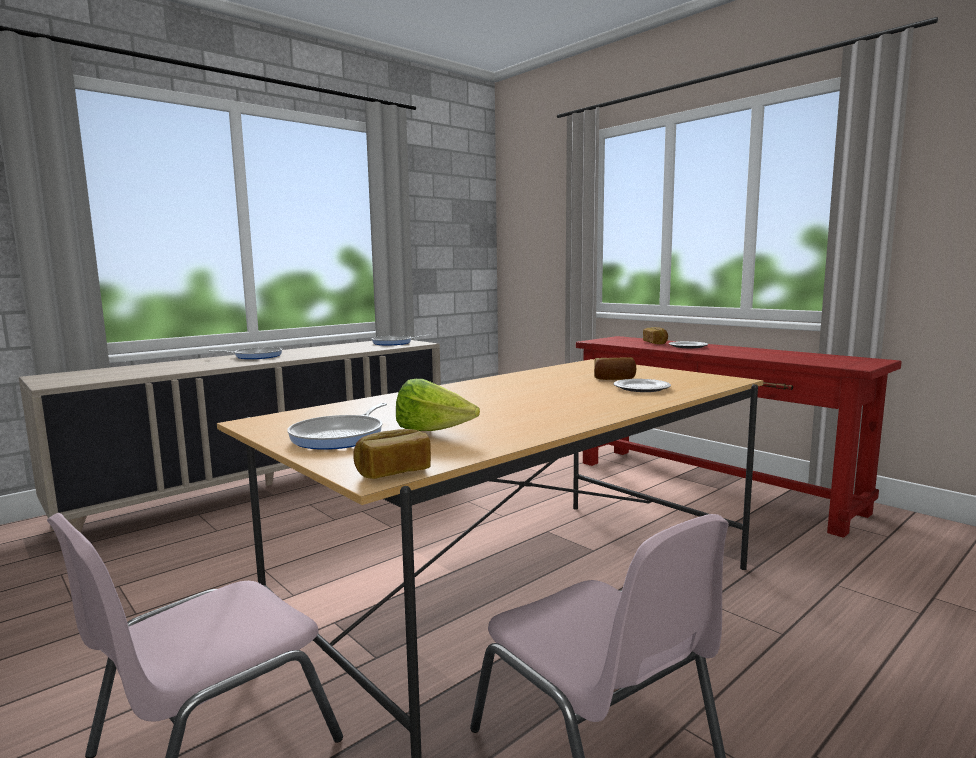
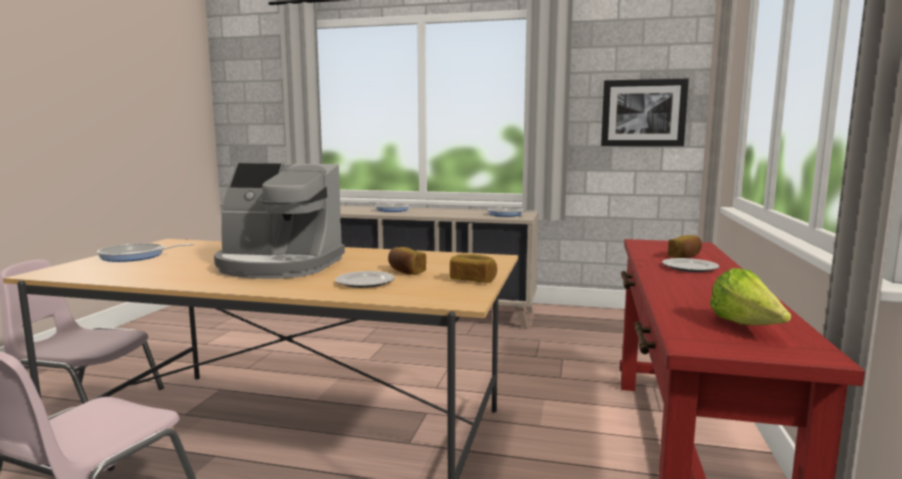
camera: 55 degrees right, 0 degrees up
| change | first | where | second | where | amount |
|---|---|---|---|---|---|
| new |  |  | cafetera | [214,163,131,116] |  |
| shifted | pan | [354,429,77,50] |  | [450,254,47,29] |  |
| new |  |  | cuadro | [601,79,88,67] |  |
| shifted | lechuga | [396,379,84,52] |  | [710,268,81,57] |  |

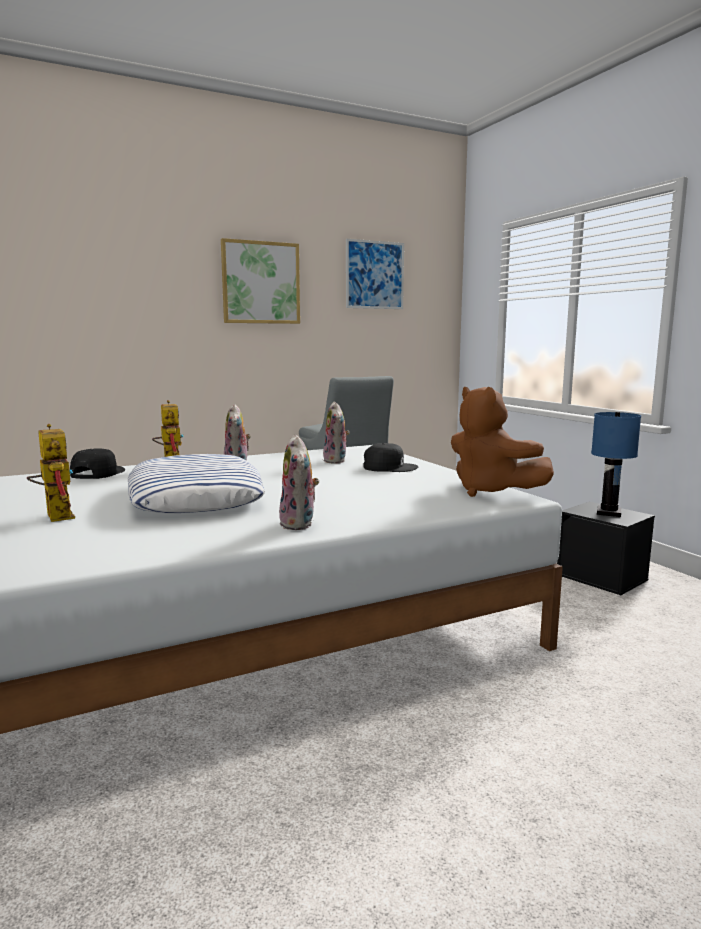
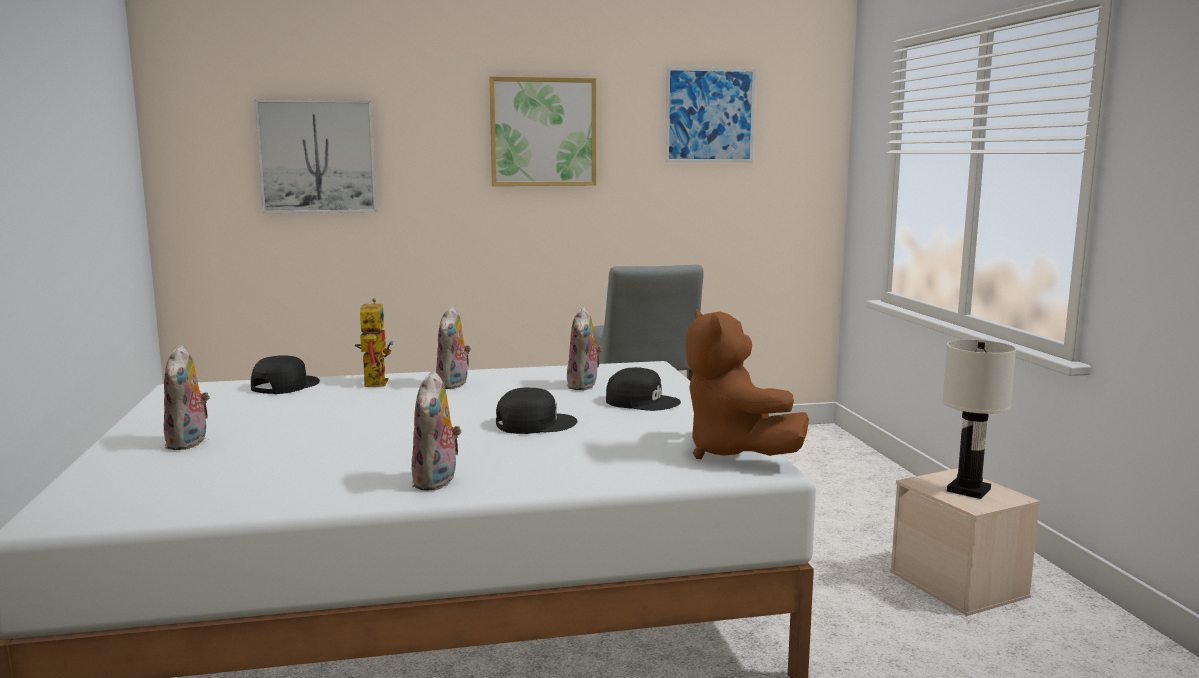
camera: 15 degrees right, 0 degrees up
| change | first | where | second | where | amount |
|---|---|---|---|---|---|
| swapped | robot de juguete | [27,424,48,98] | peluche | [164,345,46,105] |  |
| new |  |  | cuadro | [254,99,123,114] |  |
| new |  |  | gorra (negro) | [496,388,81,46] |  |
| repainted | caja de almacenaje (negro) | [557,502,98,93] | caja de almacenaje (beis) | [890,468,150,148] |  |
| repainted | lámpara de mesa (azul) | [591,412,50,105] | lámpara de mesa (blanco) | [942,340,74,159] |  |
| gone | cojín | [128,454,137,59] |  |  |  |

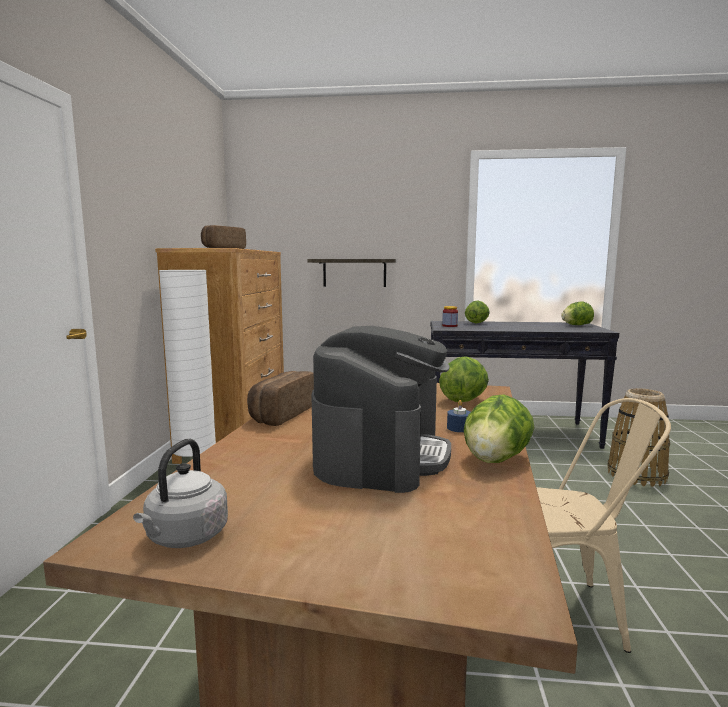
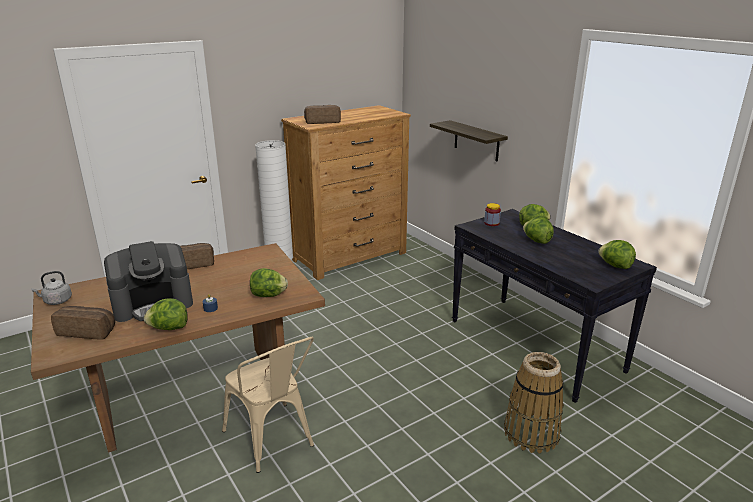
camera: 50 degrees right, 15 degrees up
| change | first | where | second | where | amount |
|---|---|---|---|---|---|
| new |  |  | pan | [51,306,64,34] |  |
| new |  |  | lechuga | [523,217,31,27] |  |

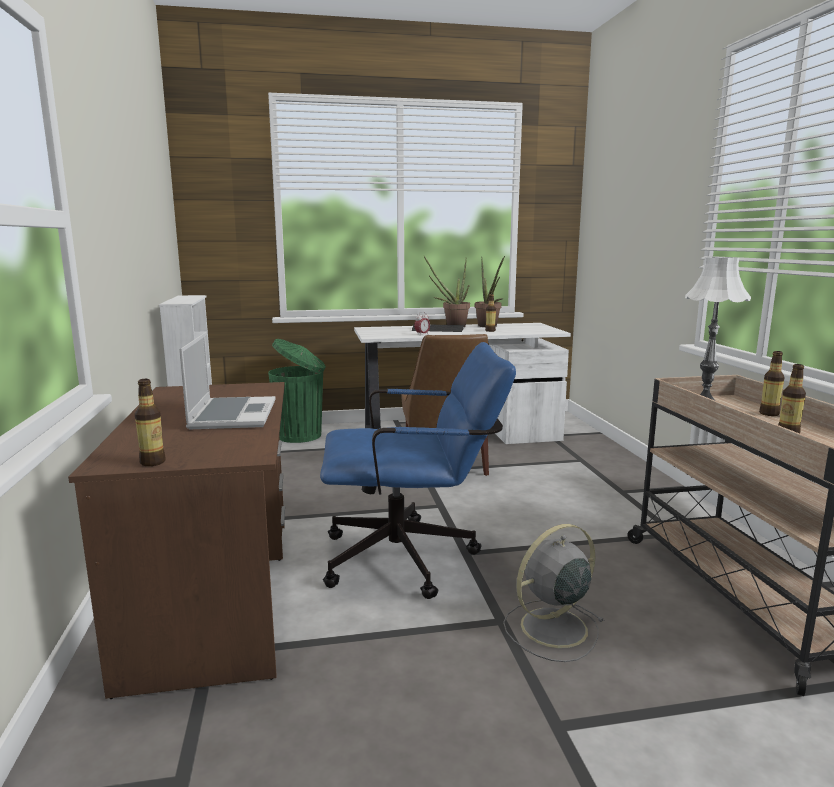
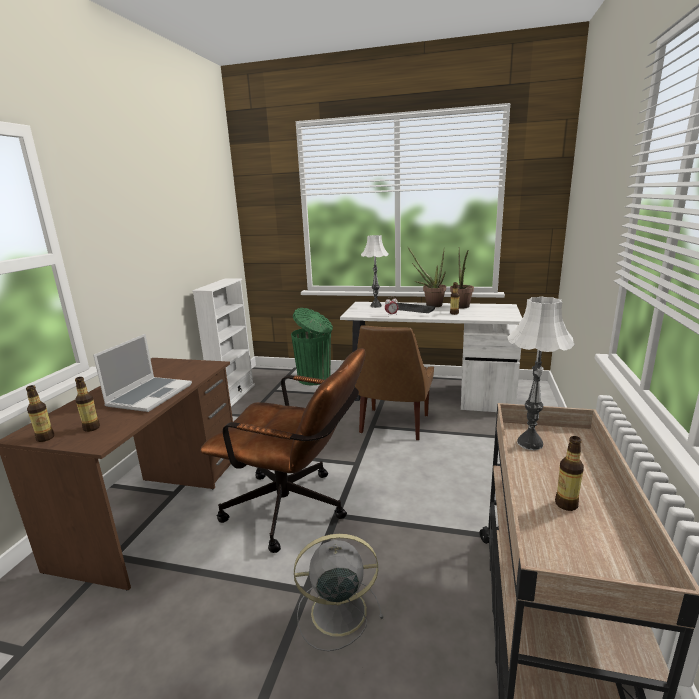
camera: 25 degrees right, 5 degrees up
| change | first | where | second | where | amount |
|---|---|---|---|---|---|
| shifted | botella | [759,351,26,65] |  | [75,377,25,55] |  |
| repainted | silla de oficina (azul) | [320,342,196,257] | silla de oficina (marrón) | [200,348,165,205] |  |
| new |  |  | lámpara de mesa (blanco) | [361,235,28,73] |  |

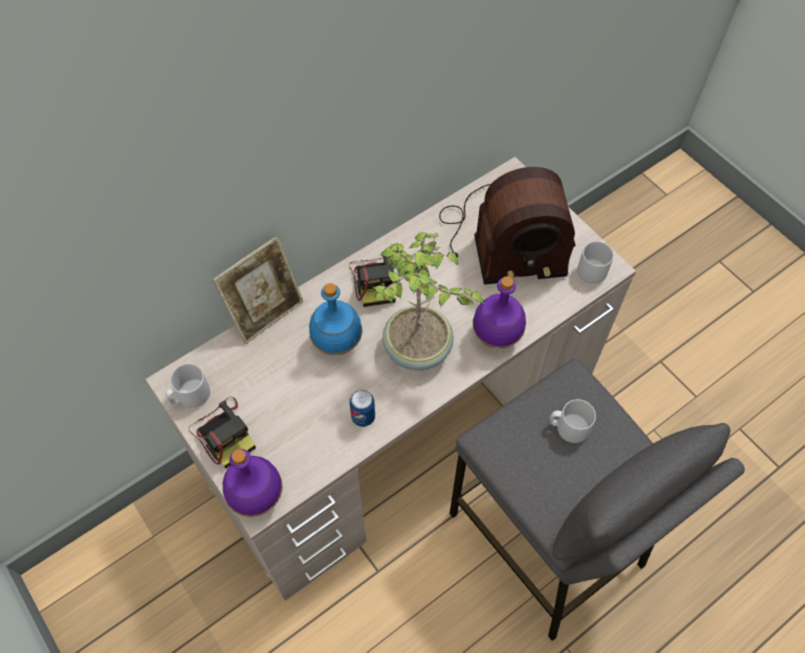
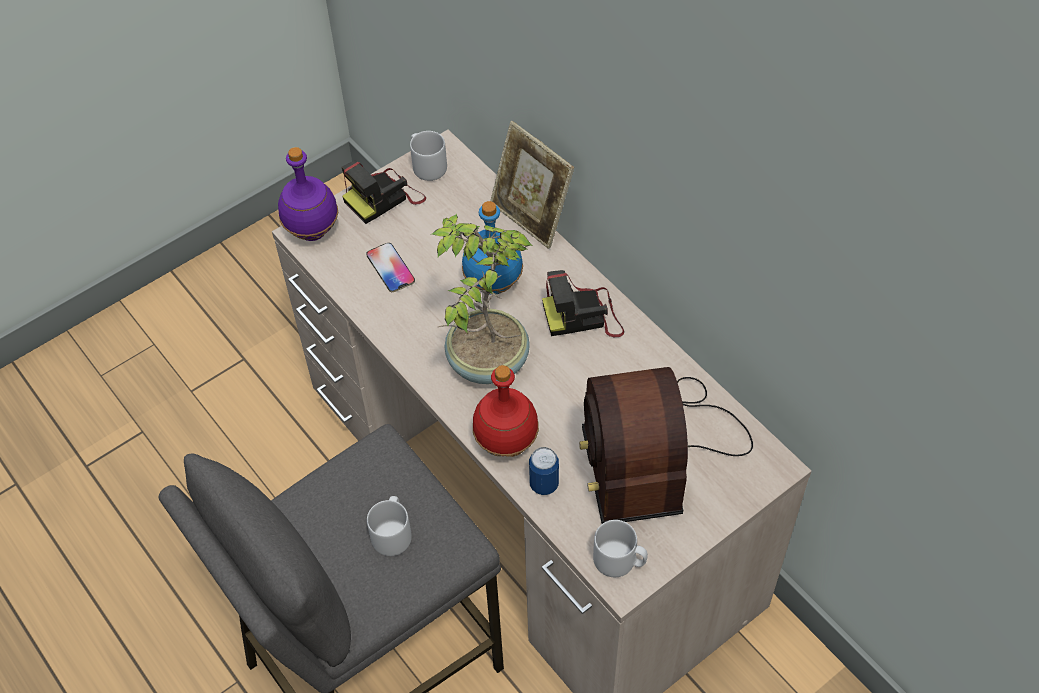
camera: 90 degrees right, 5 degrees down
| change | first | where | second | where | amount |
|---|---|---|---|---|---|
| new |  |  | móvil | [366,243,49,49] |  |
| repainted | botella (morado) | [473,276,53,73] | botella (rojo) | [473,365,66,92] |  |
| shifted | lata | [350,390,25,37] |  | [529,447,30,48] |  |

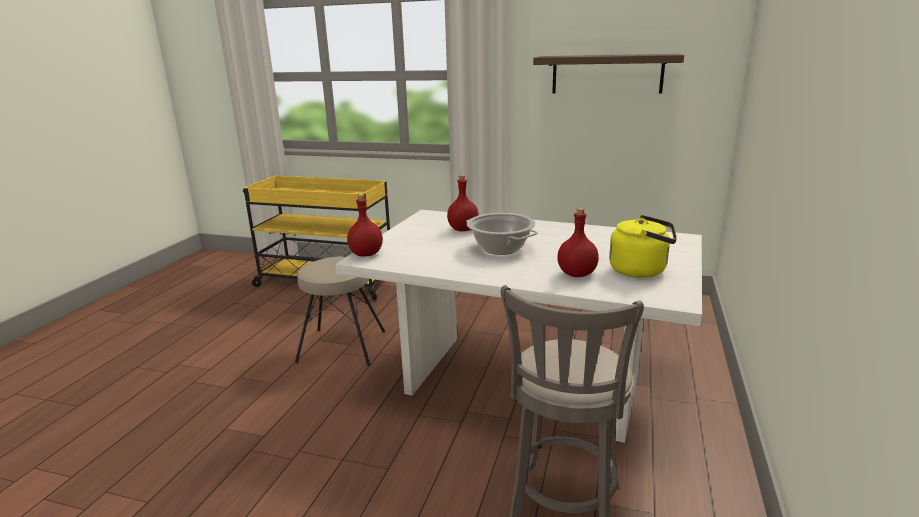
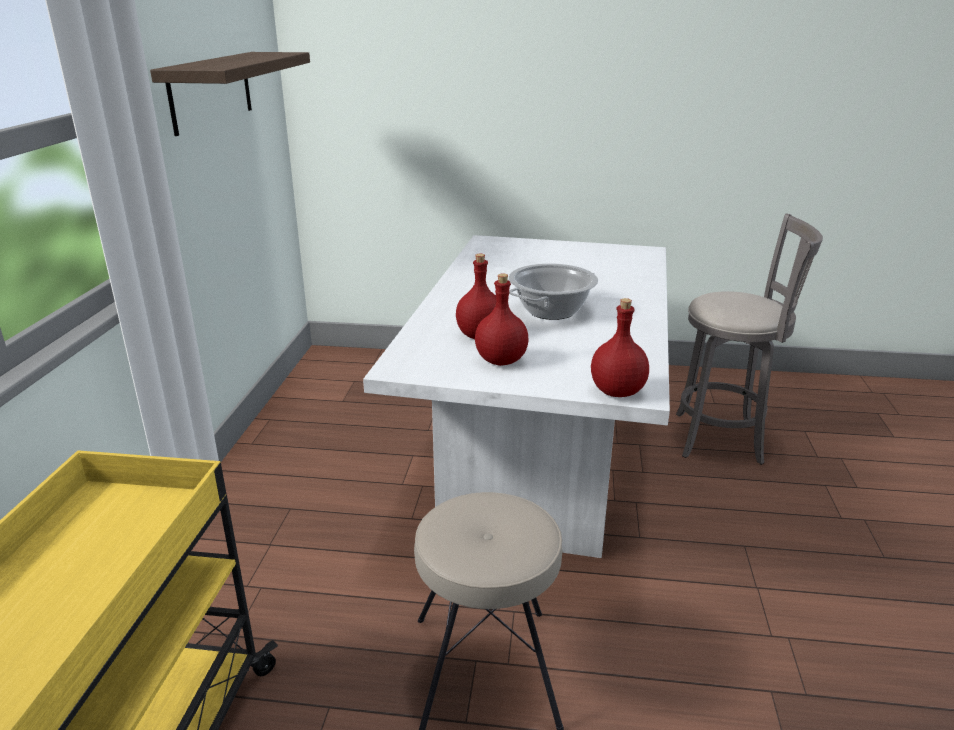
camera: 100 degrees left, 5 degrees up
| change | first | where | second | where | amount |
|---|---|---|---|---|---|
| shifted | botella (rojo) | [557,208,42,69] |  | [475,273,53,93] |  |
| gone | hervidor (amarillo) | [609,215,68,63] |  |  |  |

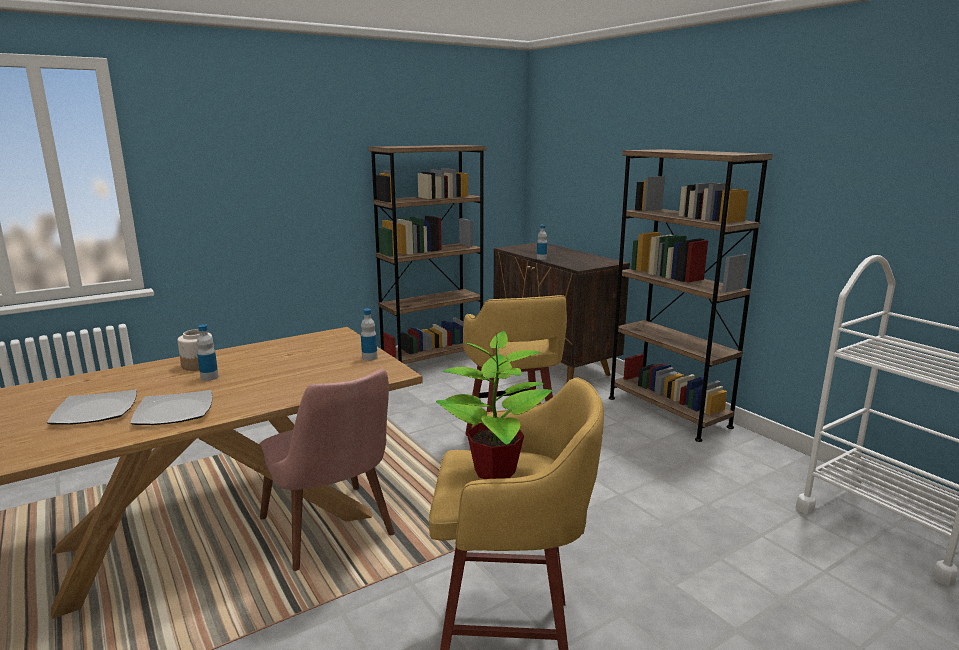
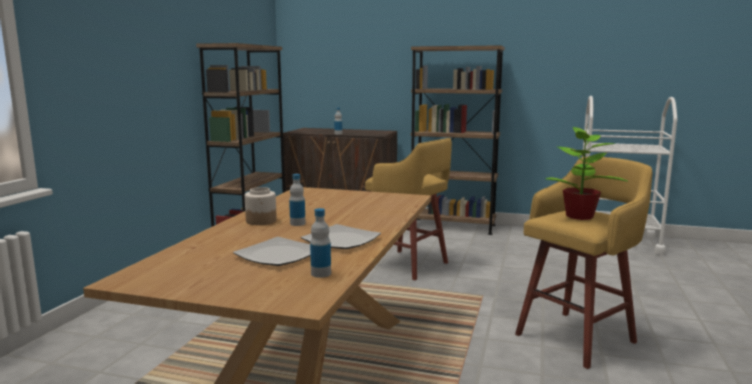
camera: 40 degrees left, 5 degrees down
| change | first | where | second | where | amount |
|---|---|---|---|---|---|
| shifted | botella | [361,309,17,52] |  | [310,208,21,70] |  |
| gone | silla (rosa) | [259,369,136,202] |  |  |  |

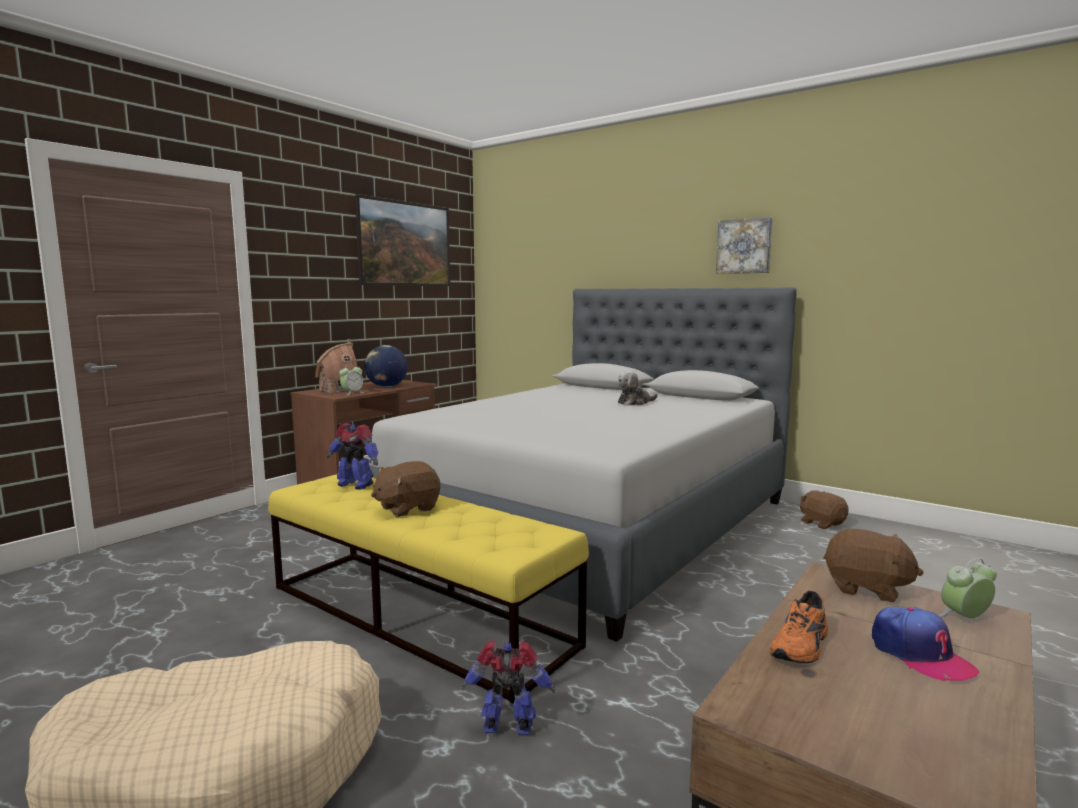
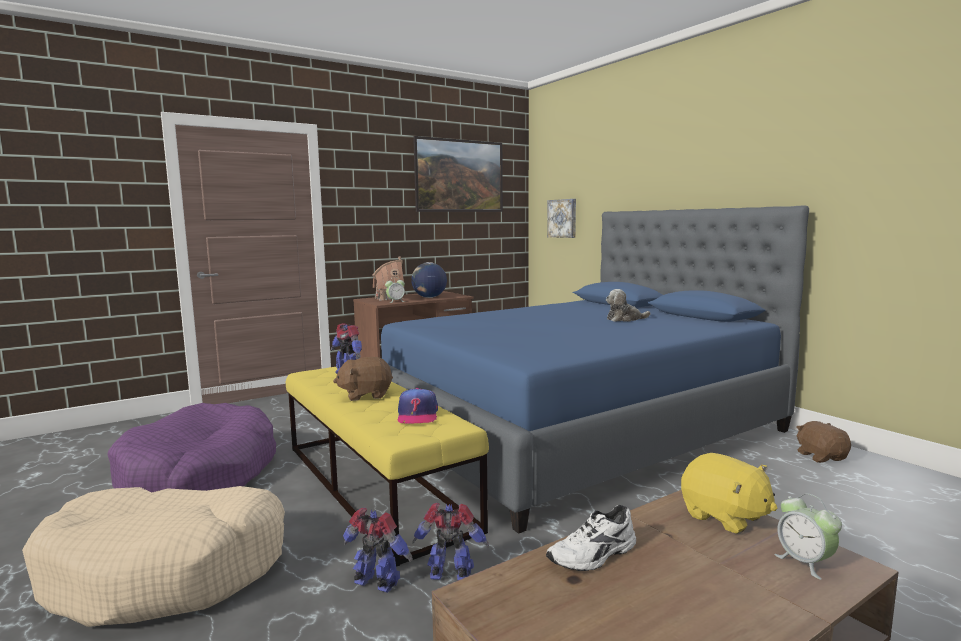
camera: 20 degrees right, 0 degrees up
| change | first | where | second | where | amount |
|---|---|---|---|---|---|
| new |  |  | cama para perro (morado) | [107,403,169,90] |  |
| repainted | cama (gris) | [369,287,428,355] | cama (azul) | [381,206,428,328] |  |
| shifted | gorra | [872,607,107,74] |  | [397,388,41,36] |  |
| new |  |  | robot de juguete | [413,503,76,77] |  |
| repainted | zapato (naranja) | [770,591,58,72] | zapato (blanco) | [546,505,90,66] |  |
| shifted | cuadro | [716,217,57,57] |  | [547,199,29,39] |  |
| repainted | peluche (marrón) | [824,529,99,73] | peluche (amarillo) | [681,453,96,81] |  |
| rotated | despertador | [938,558,59,60] |  | [774,493,68,87] | 120 degrees counterclockwise |

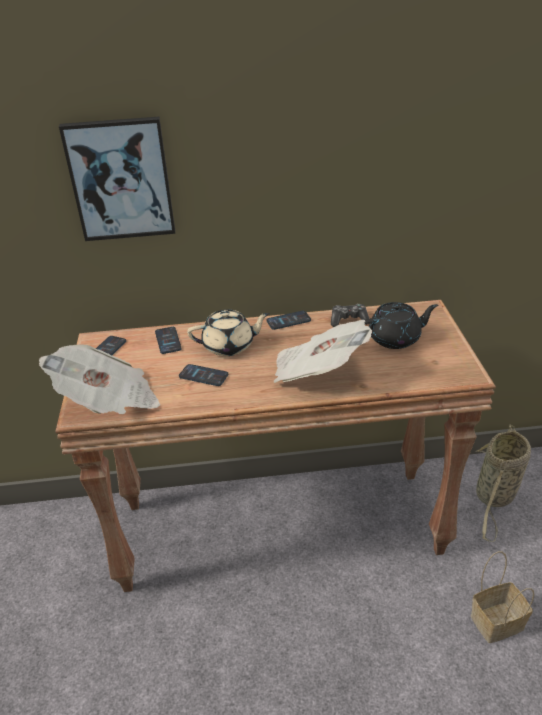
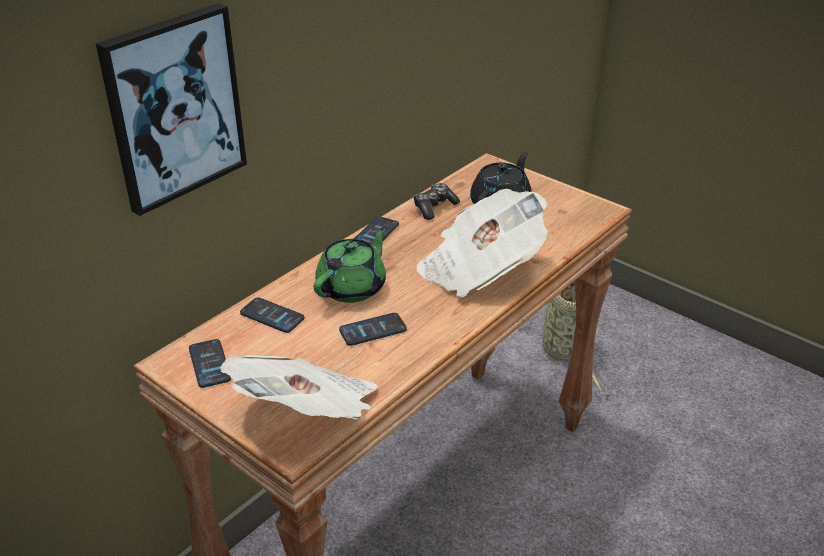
camera: 45 degrees left, 0 degrees up
| change | first | where | second | where | amount |
|---|---|---|---|---|---|
| repainted | tetera (beis) | [187,310,83,46] | tetera (verde) | [314,226,73,77] |  |
| gone | cesta | [471,551,63,92] |  |  |  |

